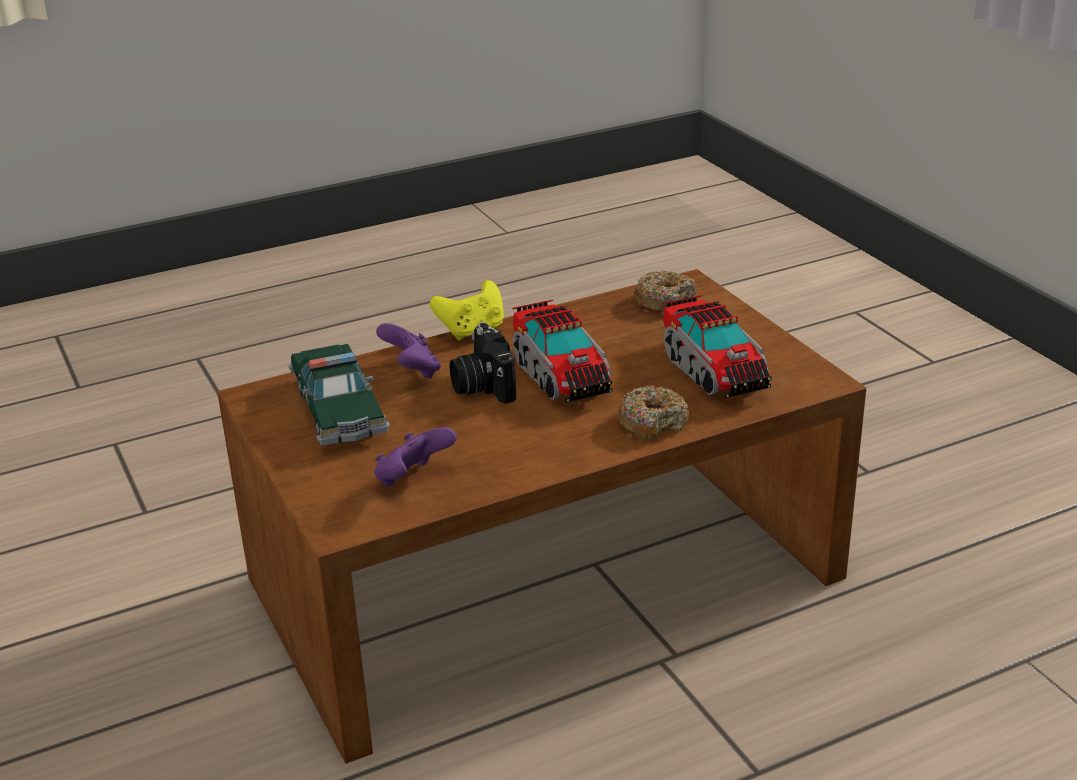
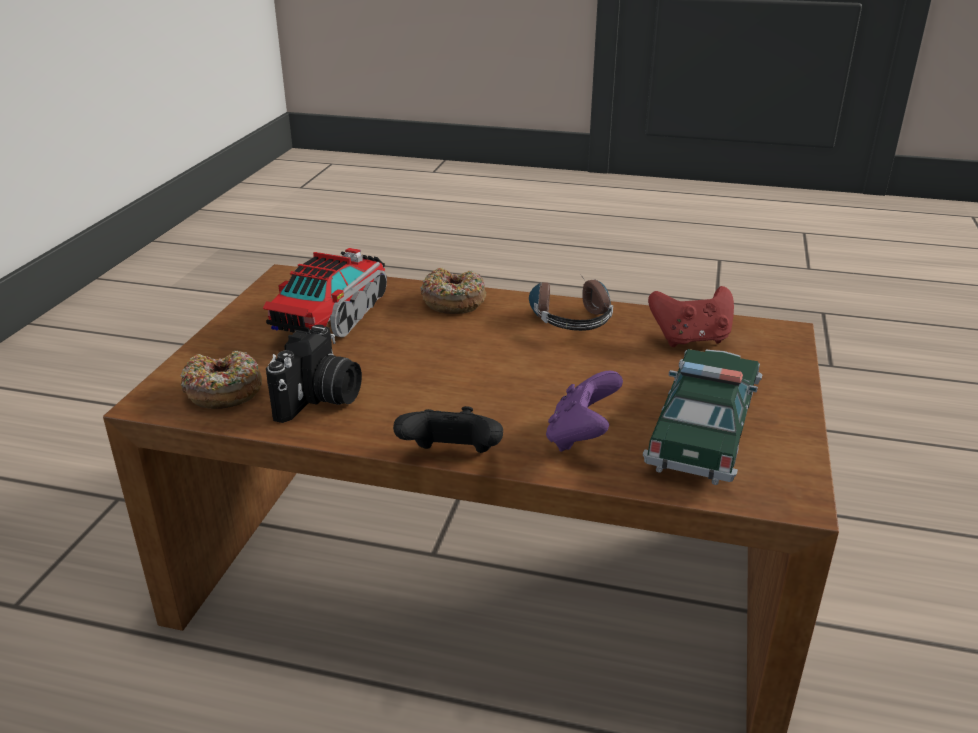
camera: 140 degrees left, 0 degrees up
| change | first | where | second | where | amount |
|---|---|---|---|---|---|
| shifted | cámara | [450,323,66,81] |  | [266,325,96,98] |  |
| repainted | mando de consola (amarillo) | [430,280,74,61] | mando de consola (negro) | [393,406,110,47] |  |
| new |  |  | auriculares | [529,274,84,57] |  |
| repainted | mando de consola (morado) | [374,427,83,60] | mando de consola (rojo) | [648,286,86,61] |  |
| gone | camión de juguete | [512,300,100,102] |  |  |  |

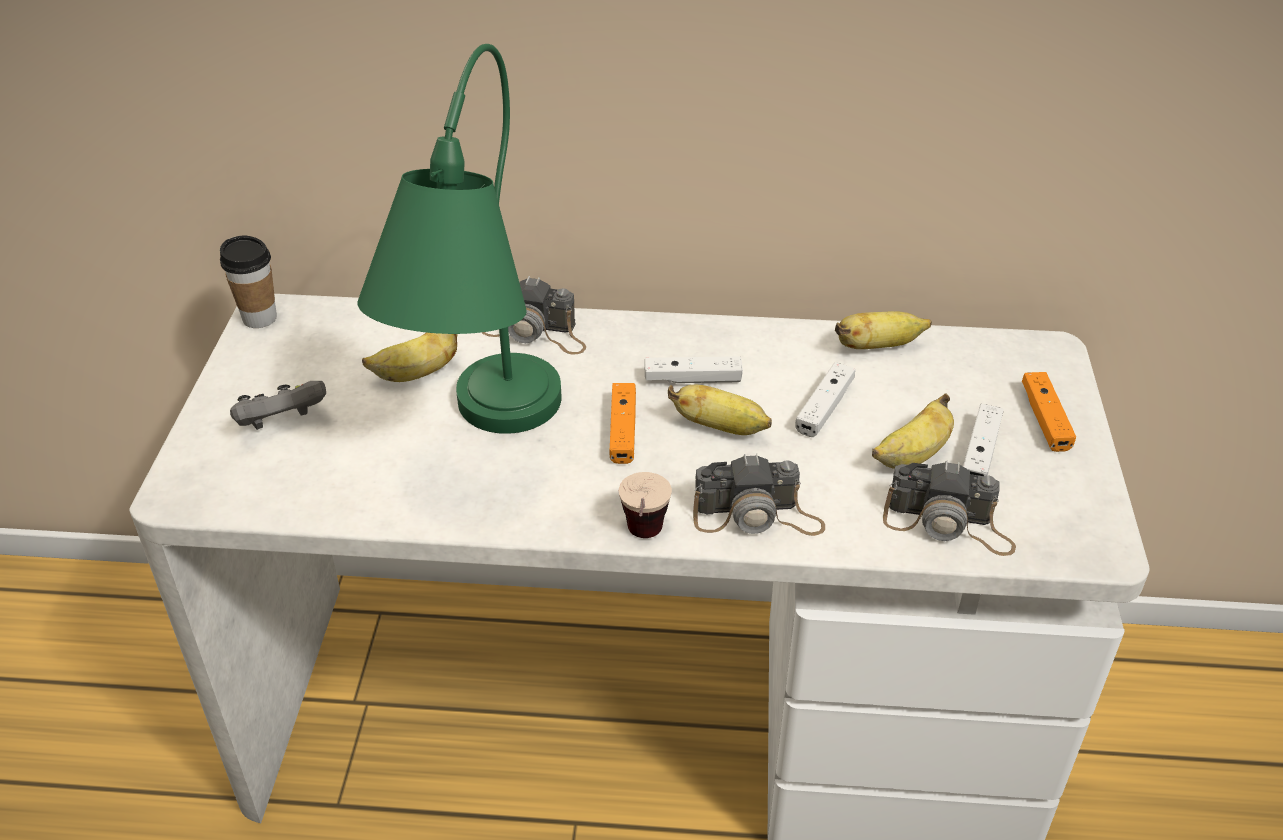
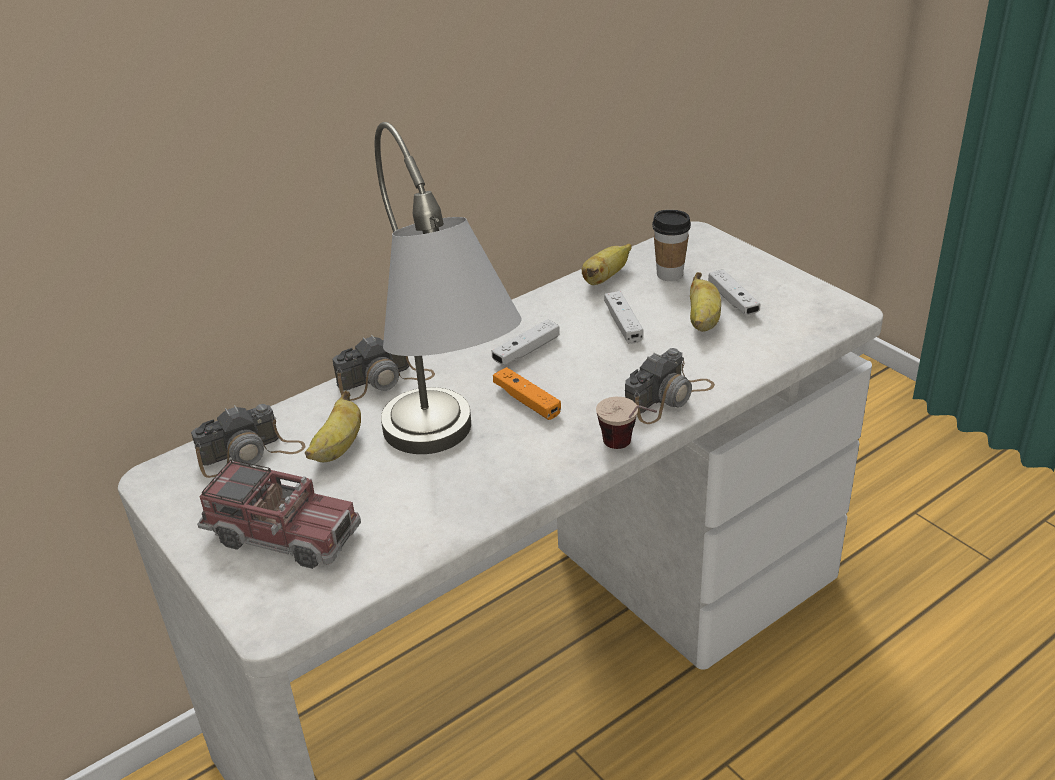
camera: 40 degrees left, 5 degrees down
| change | first | where | second | where | amount |
|---|---|---|---|---|---|
| shifted | cámara | [883,460,133,96] |  | [191,404,115,74] |  |
| swapped | mando de consola (gris) | [230,381,96,49] | camión de juguete | [197,459,164,110] |  |
| repainted | lámpara de mesa (verde) | [357,44,205,390] | lámpara de mesa (gris) | [375,122,147,332] |  |
| shifted | taza | [220,236,57,92] |  | [652,210,39,71] |  |
| gone | plátano | [668,384,104,51] |  |  |  |
| gone | mando de consola (naranja) | [1022,372,54,80] |  |  |  |

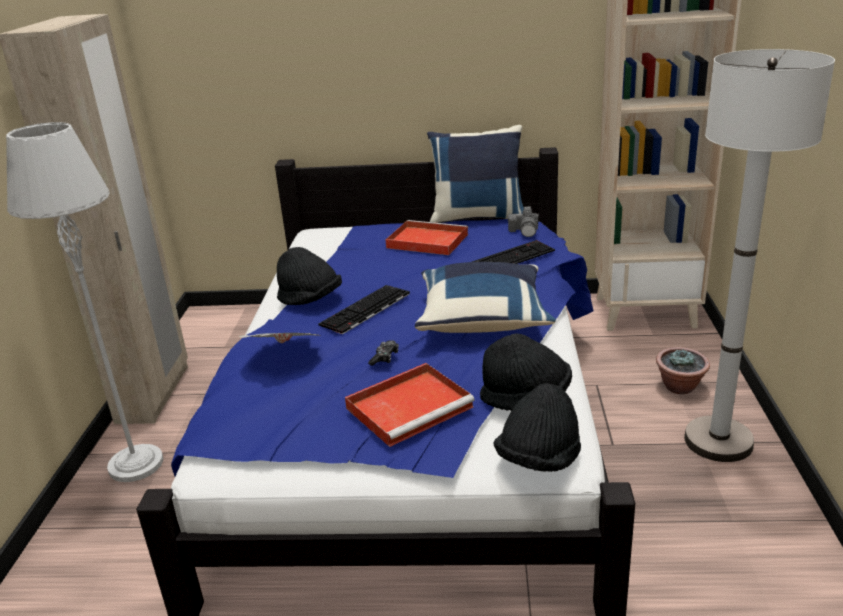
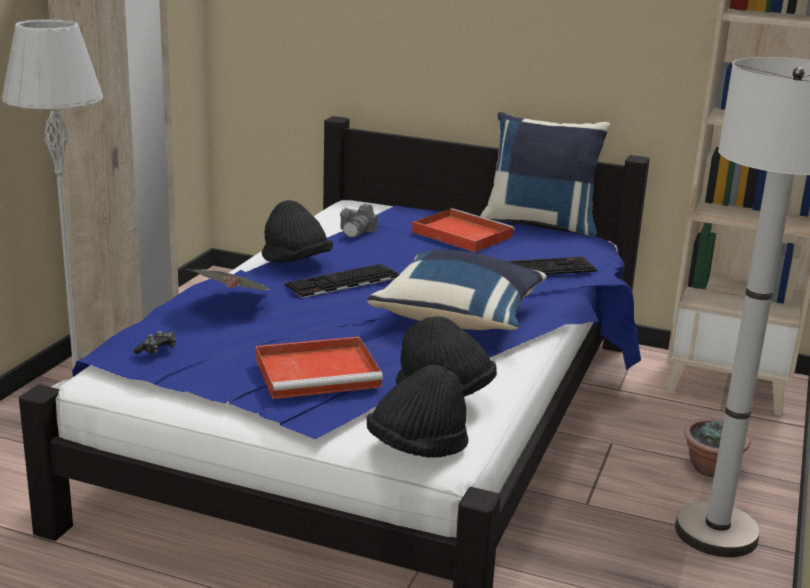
camera: 15 degrees right, 5 degrees down
| change | first | where | second | where | amount |
|---|---|---|---|---|---|
| shifted | mando de consola | [368,340,31,26] |  | [134,331,42,24] |  |
| shifted | cámara | [508,206,31,31] |  | [340,204,37,34] |  |

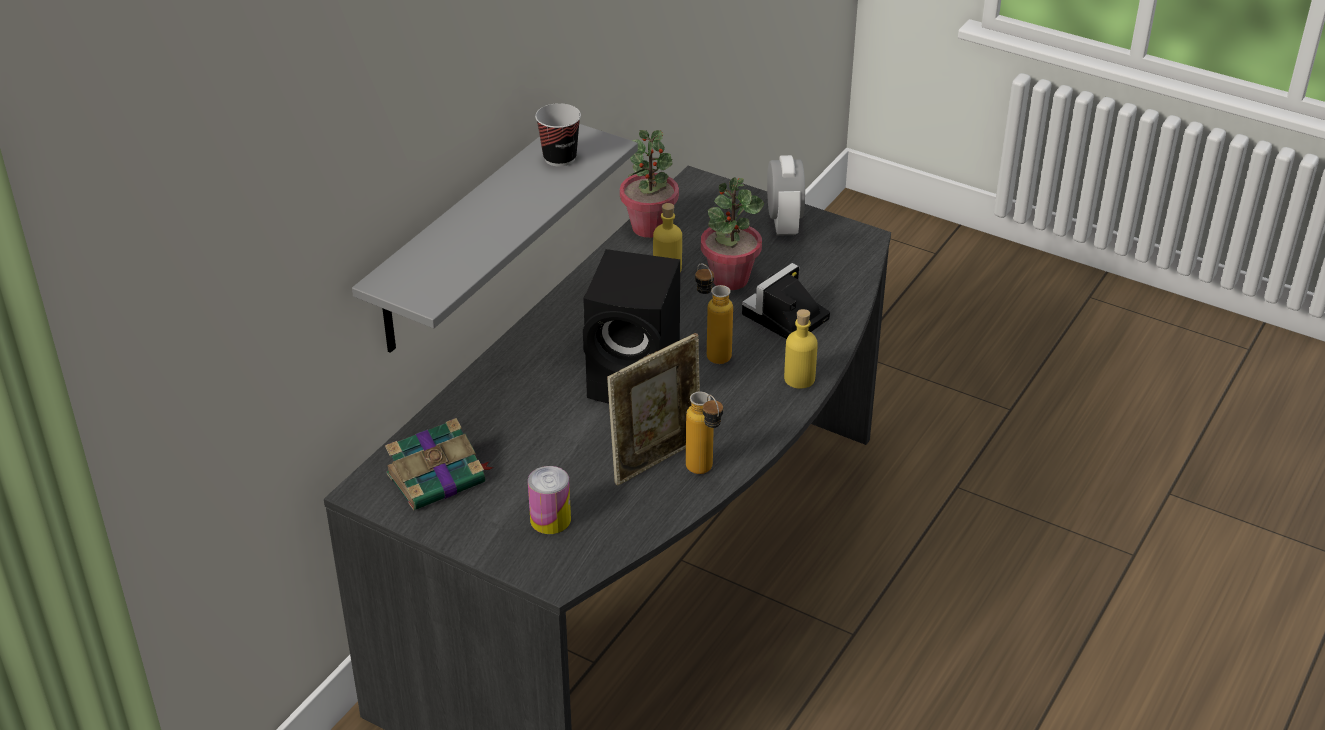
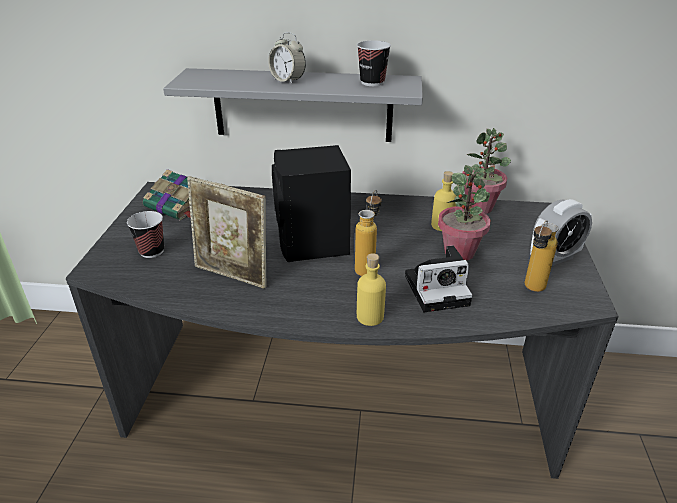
camera: 65 degrees right, 5 degrees down
| change | first | where | second | where | amount |
|---|---|---|---|---|---|
| swapped | lata | [528,466,43,68] | taza | [127,211,37,47] |  |
| new |  |  | despertador | [268,32,38,53] |  |
| rotated | cámara | [742,263,88,76] |  | [405,246,68,66] | 150 degrees clockwise |
| shifted | botella | [686,391,37,83] |  | [525,220,33,72] |  |

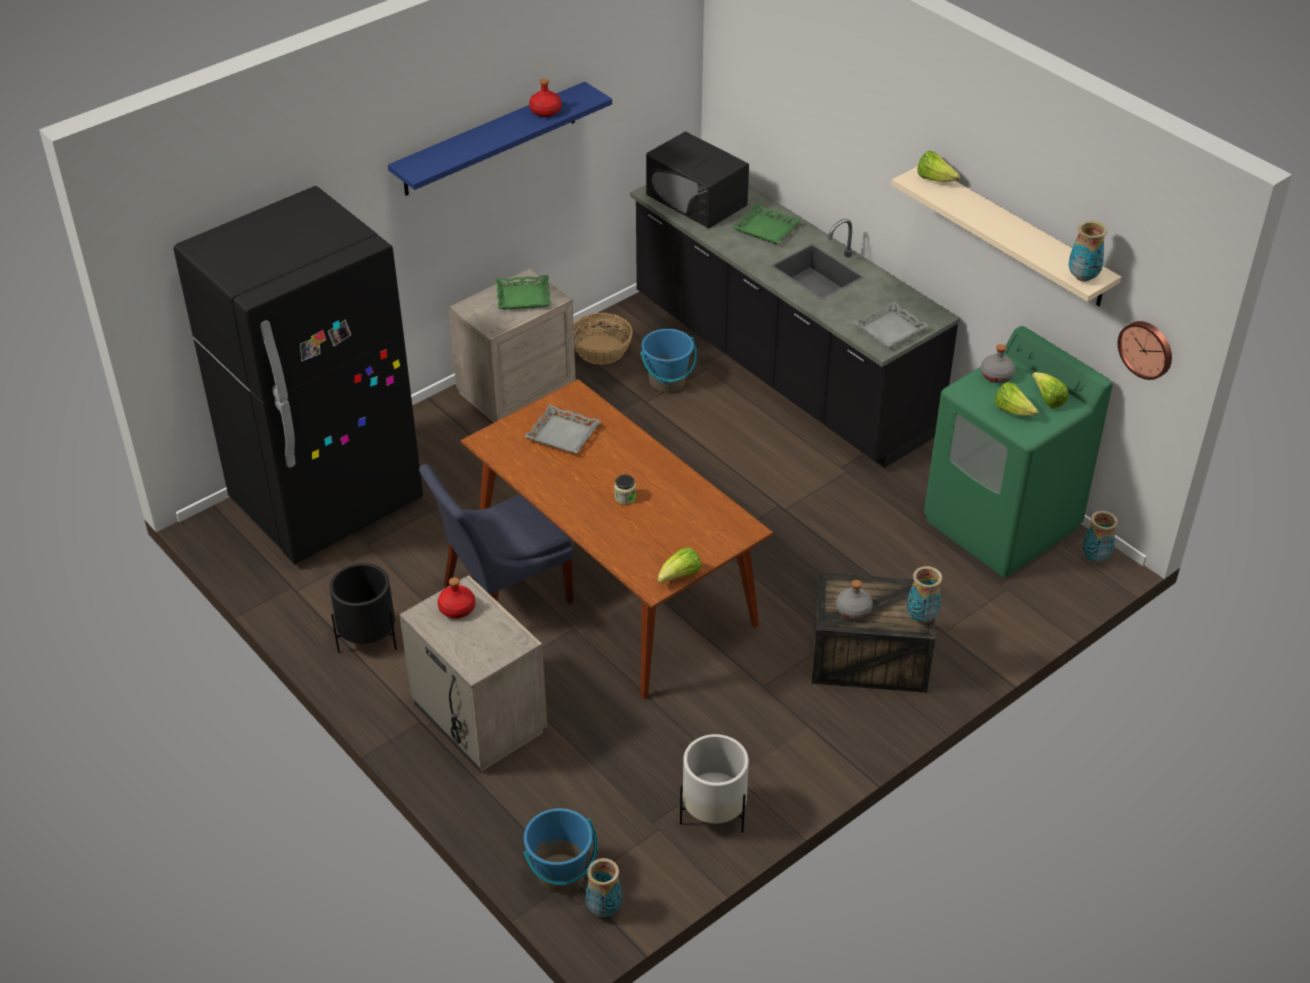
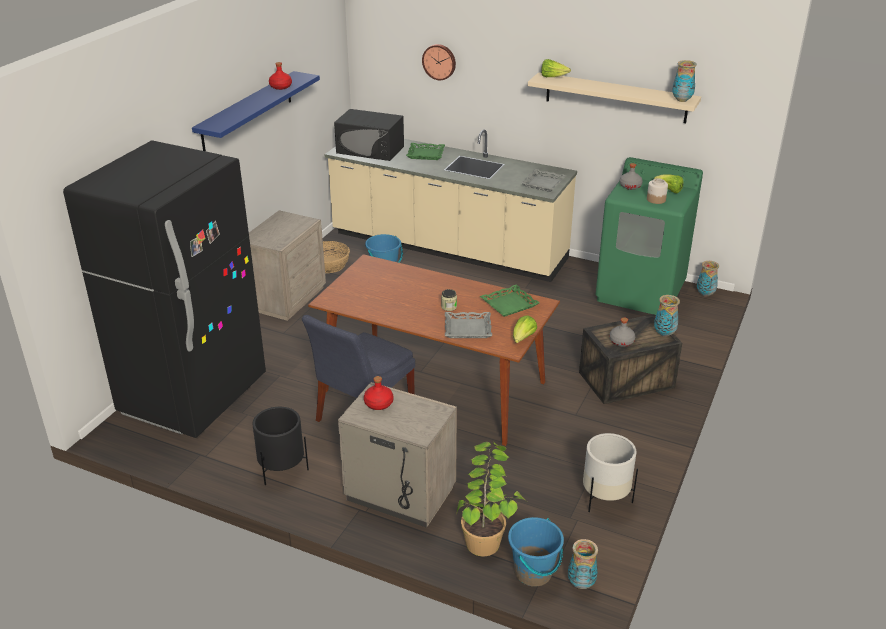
camera: 25 degrees left, 10 degrees down
| change | first | where | second | where | amount |
|---|---|---|---|---|---|
| repainted | mueble bajo de cocina (negro) | [630,184,330,284] | mueble bajo de cocina (beis) | [324,129,253,153] |  |
| shifted | reloj de pared | [1118,321,54,59] |  | [422,44,34,36] |  |
| shifted | bandeja (gris) | [524,405,77,48] |  | [445,312,47,26] |  |
| new |  |  | planta en maceta | [456,442,70,114] |  |
| shifted | bandeja (verde) | [496,275,55,35] |  | [480,284,60,33] |  |
| swapped | lechuga | [995,382,44,34] | tarro | [647,178,21,26] |  |

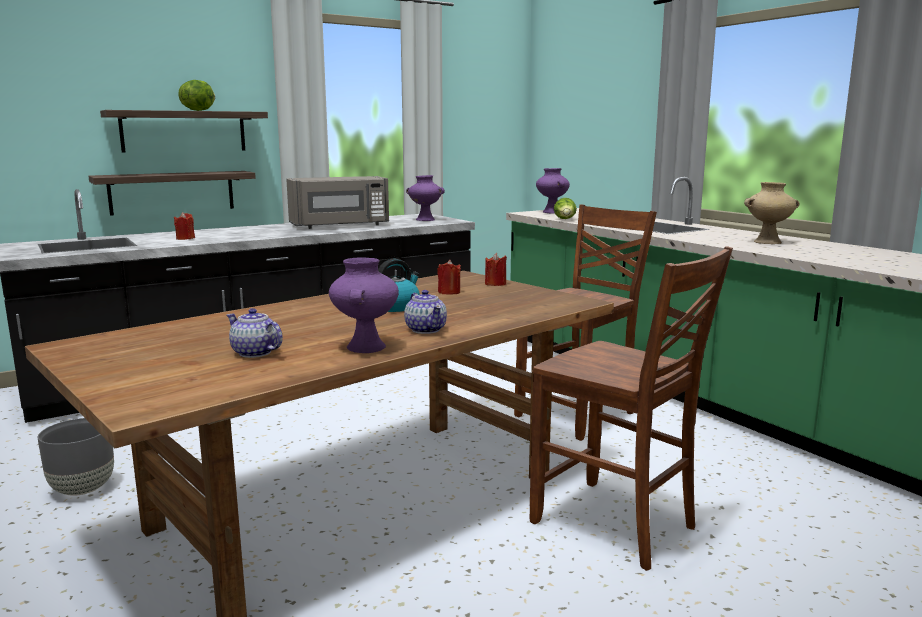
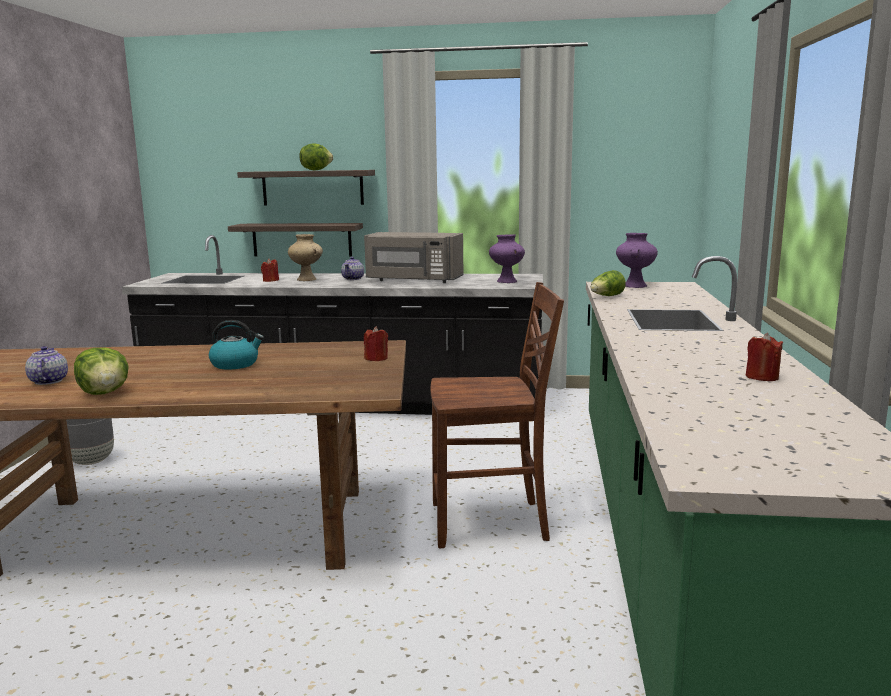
camera: 40 degrees right, 0 degrees up
| change | first | where | second | where | amount |
|---|---|---|---|---|---|
| swapped | florero (morado) | [329,257,70,96] | lechuga | [74,348,55,47] |  |
| shifted | florero (beis) | [744,182,56,62] |  | [288,234,35,47] |  |
| shifted | tetera | [404,290,43,44] |  | [341,257,23,23] |  |
| shifted | vela (rojo) | [437,260,24,35] |  | [745,333,38,48] |  |
| gone | silla (marrón) | [529,246,204,325] |  |  |  |

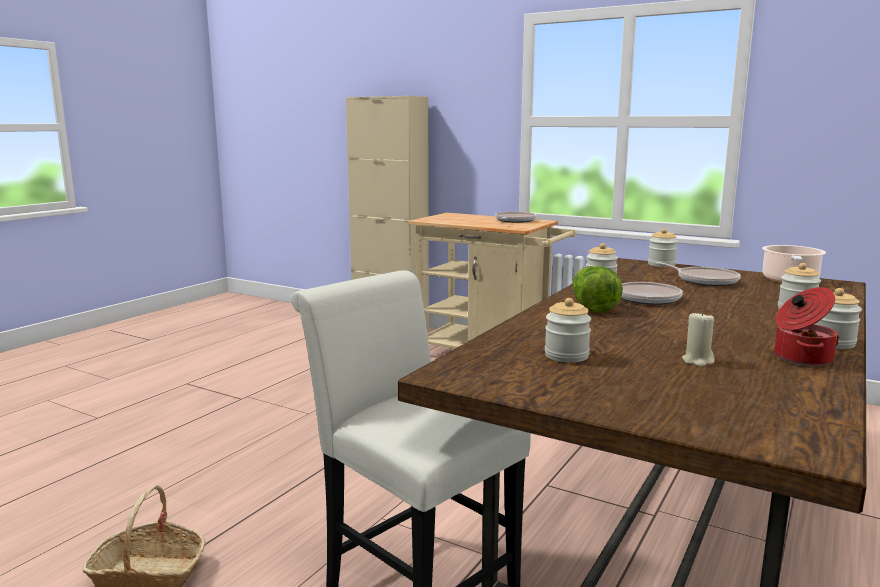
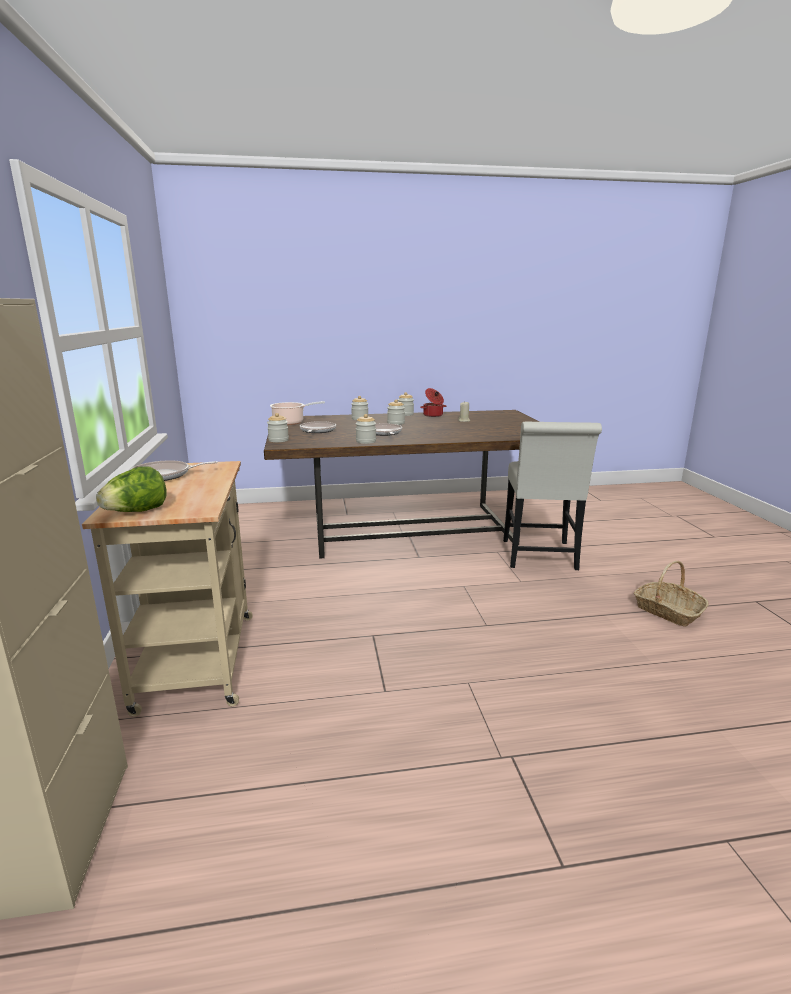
camera: 130 degrees left, 5 degrees up
| change | first | where | second | where | amount |
|---|---|---|---|---|---|
| shifted | lechuga | [572,266,51,47] |  | [96,466,71,46] |  |
| shifted | tarro | [545,298,46,65] |  | [387,399,18,26] |  |

